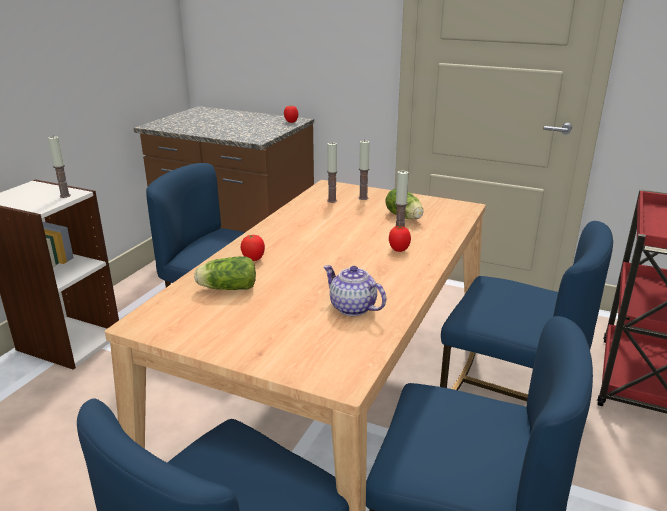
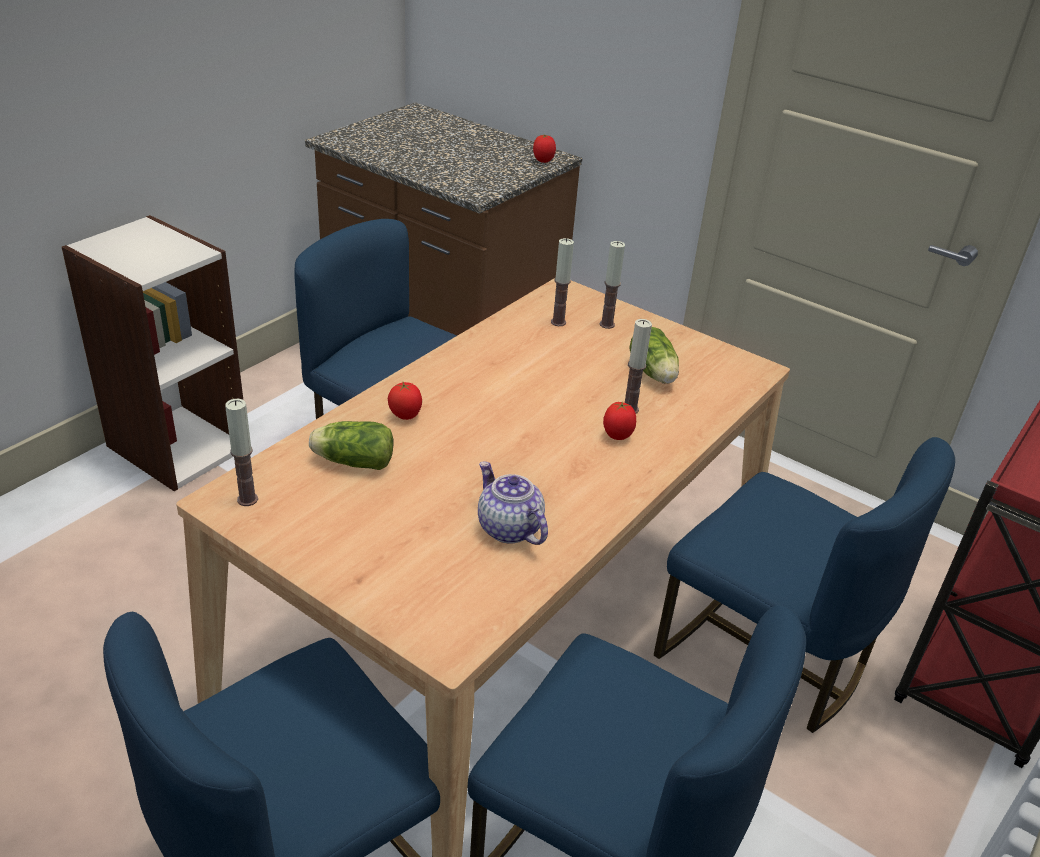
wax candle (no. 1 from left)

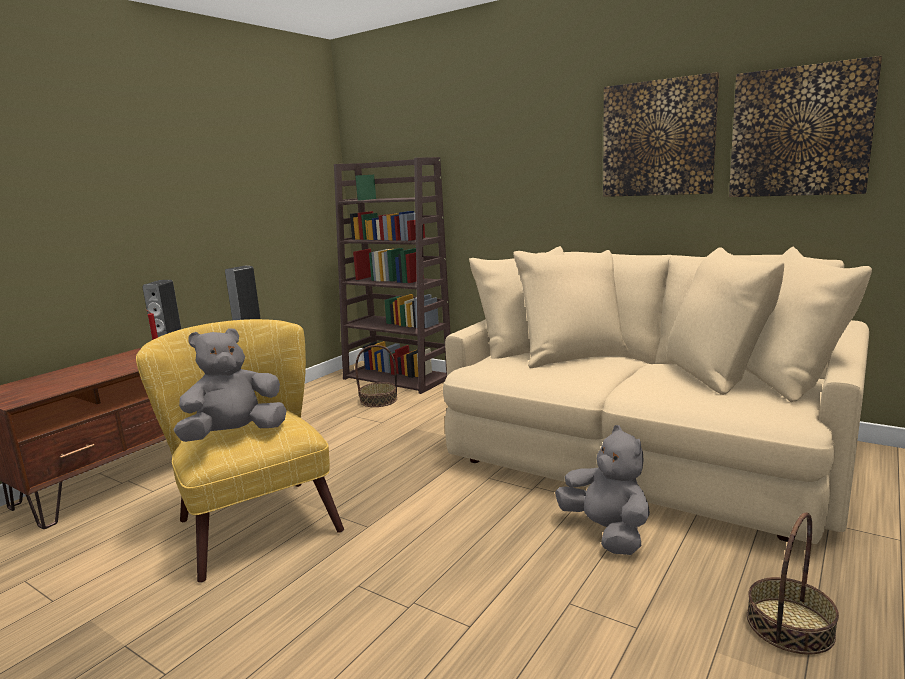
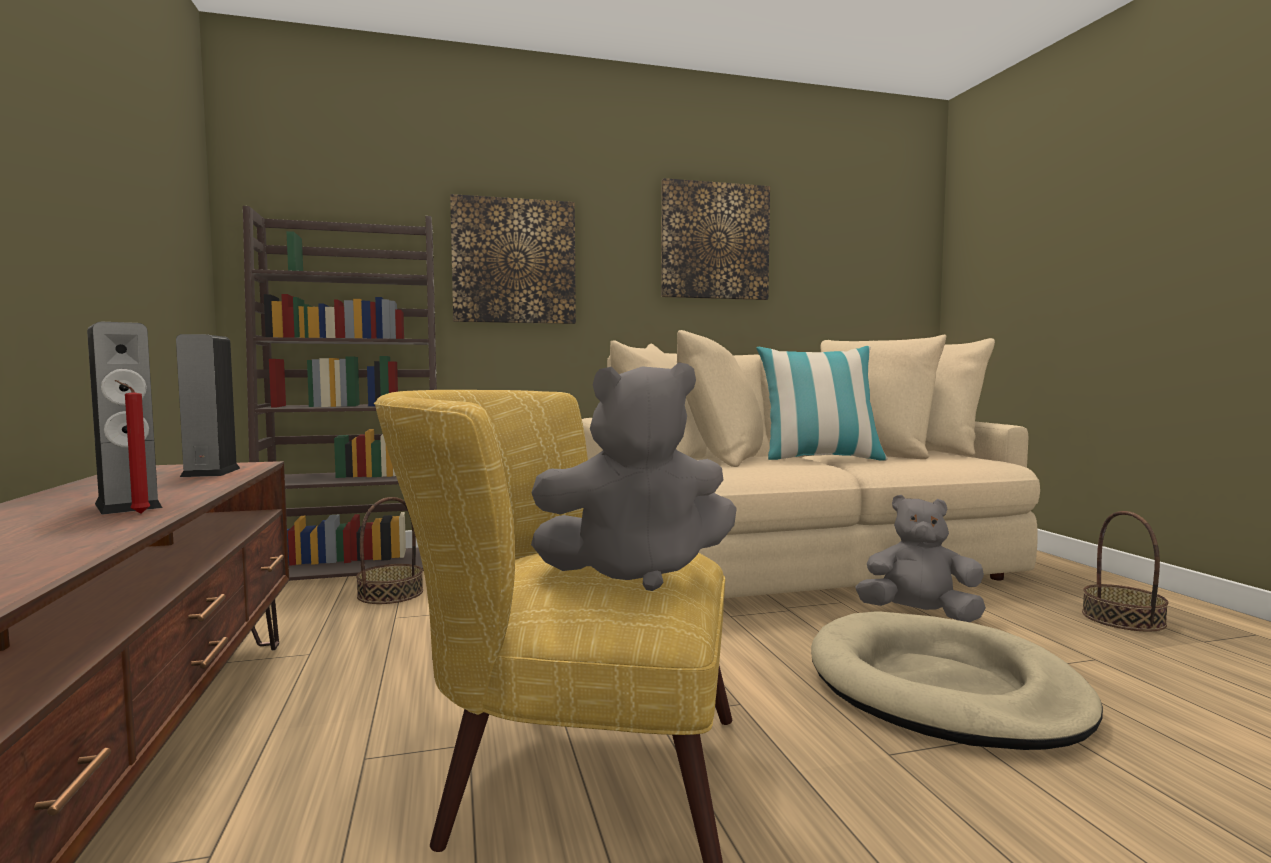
wall art (no. 1 from left)
grey plush toy (no. 1 from left)
pillow
beige-coloured dog bed

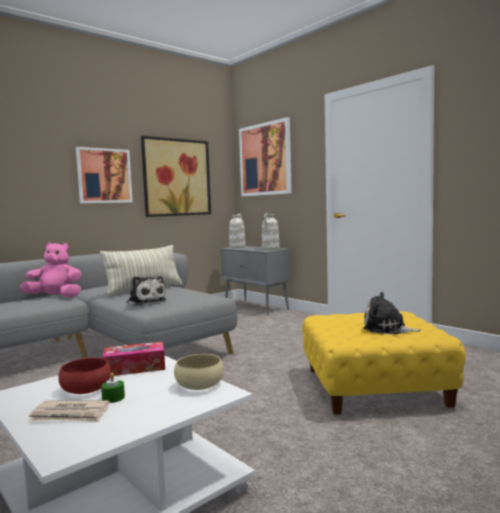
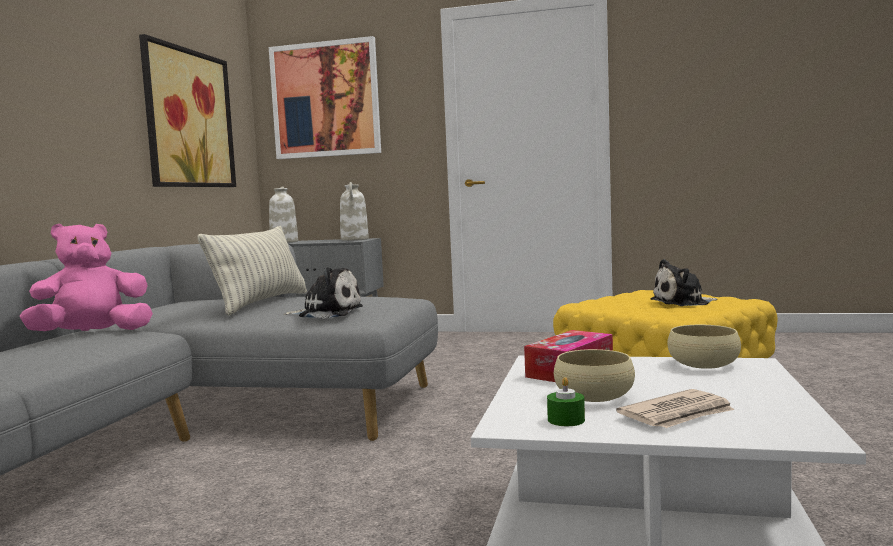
wall art (no. 1 from left in the first image)
beige-coloured serving bowl (no. 1 from left)
green wax candle

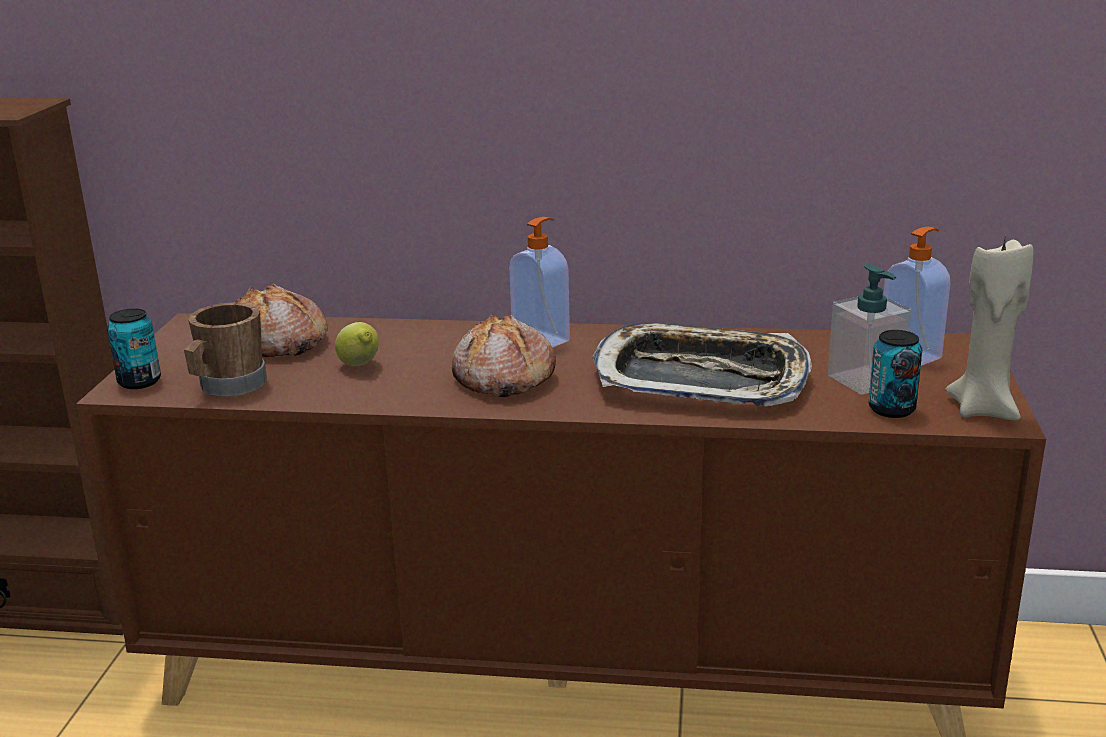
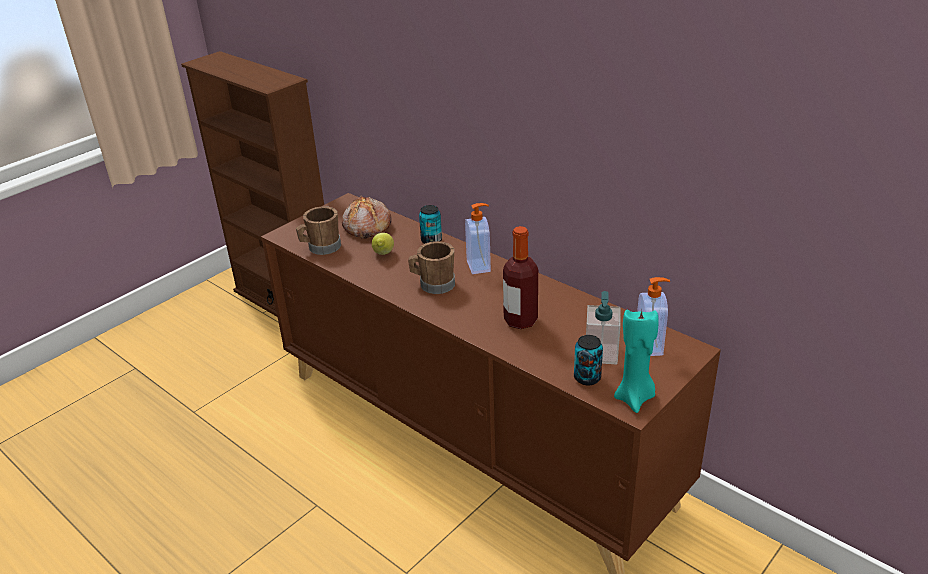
blue-green wax candle
sealed can (no. 1 from left)
brownish mug (no. 2 from left)
bottle

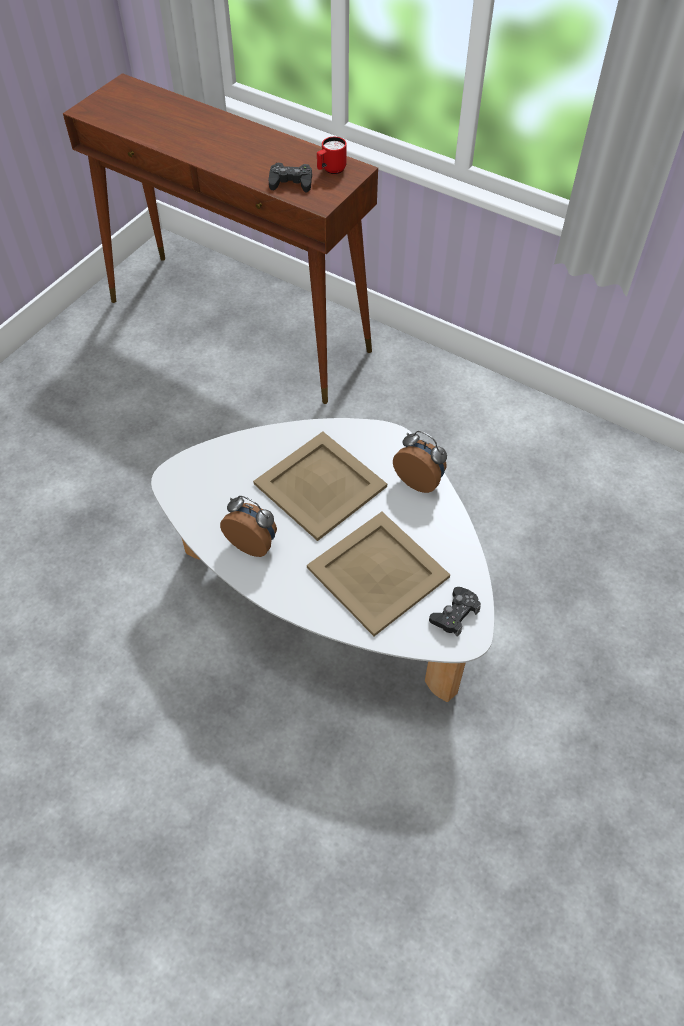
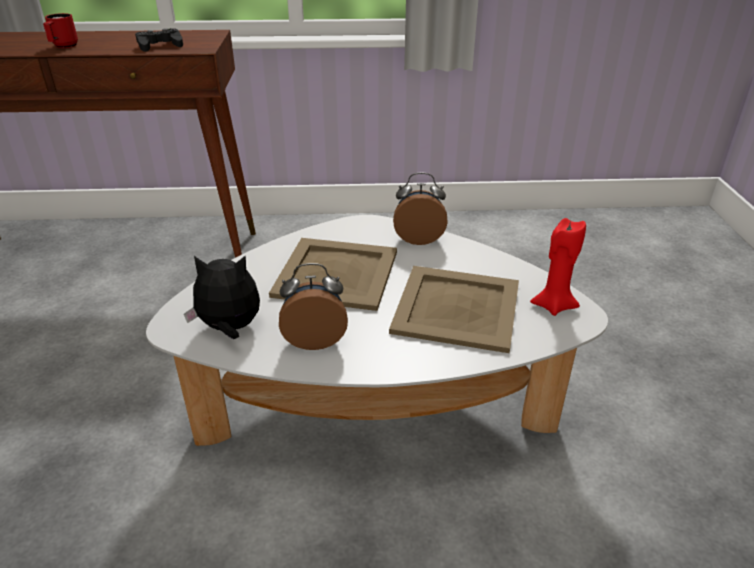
red mug
red wax candle
plush toy

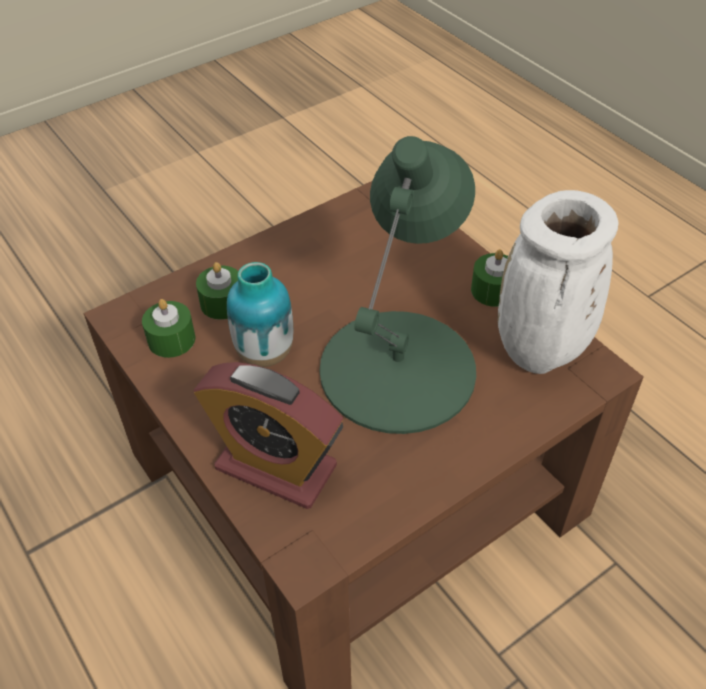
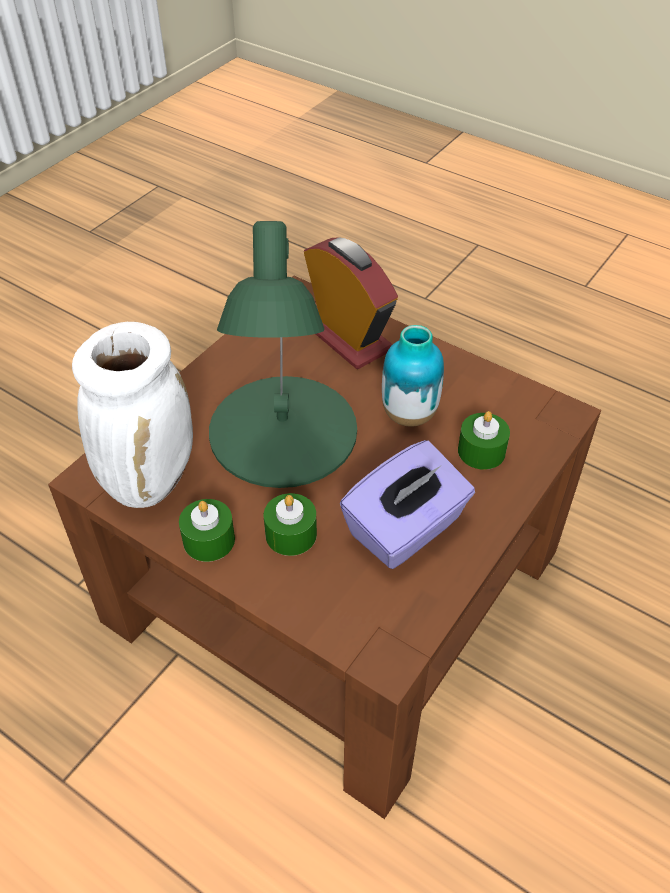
green wax candle (no. 2 from left)
alarm clock
purple-coloured box of tissues

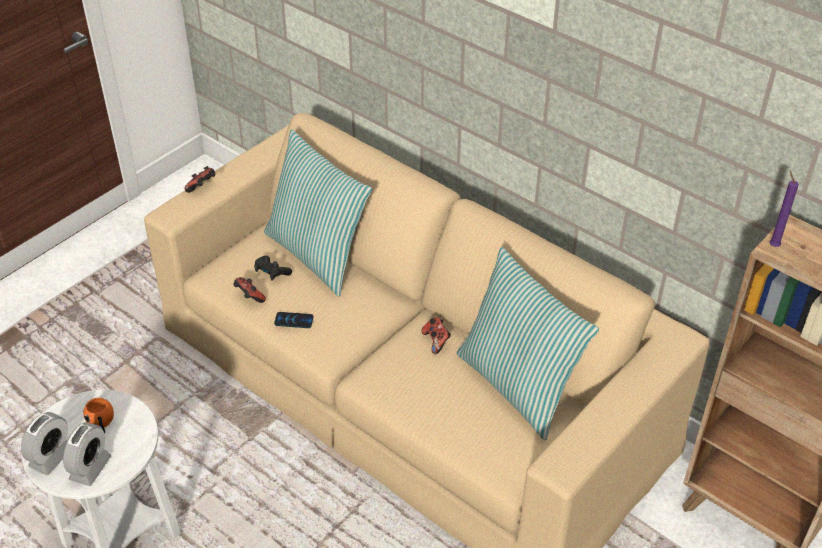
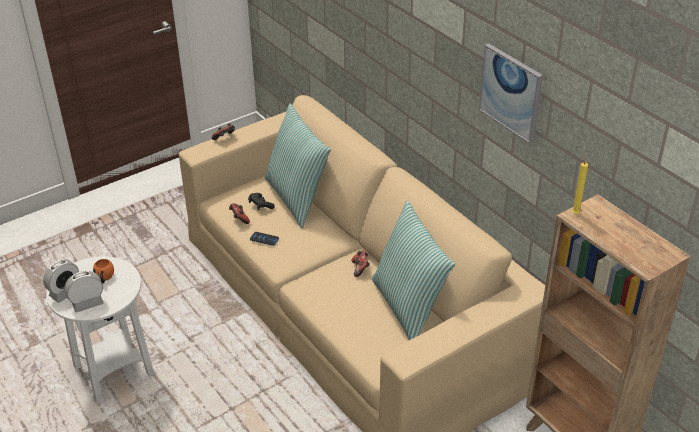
yellowish wax candle
alarm clock (no. 2 from left)
wall art

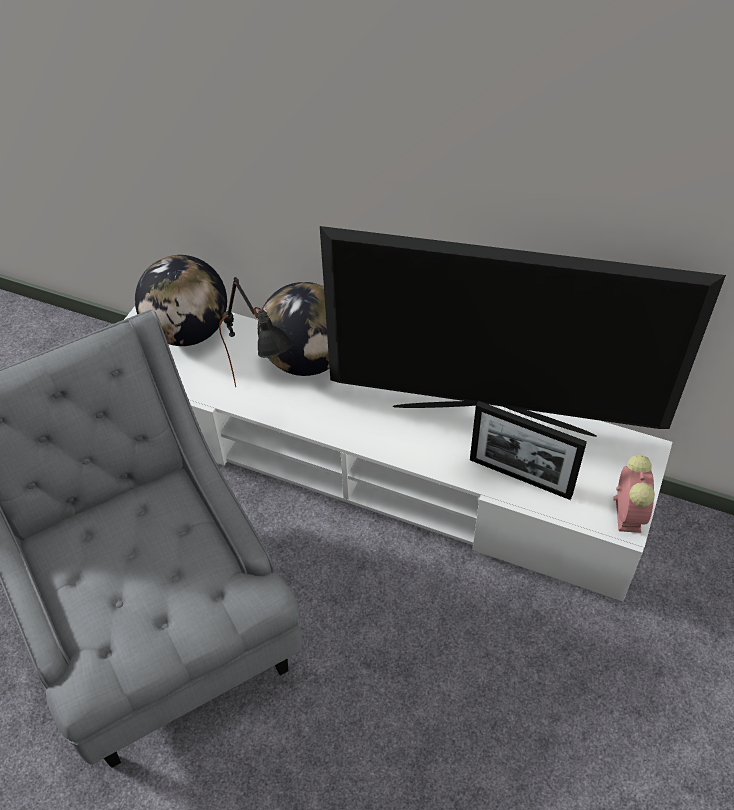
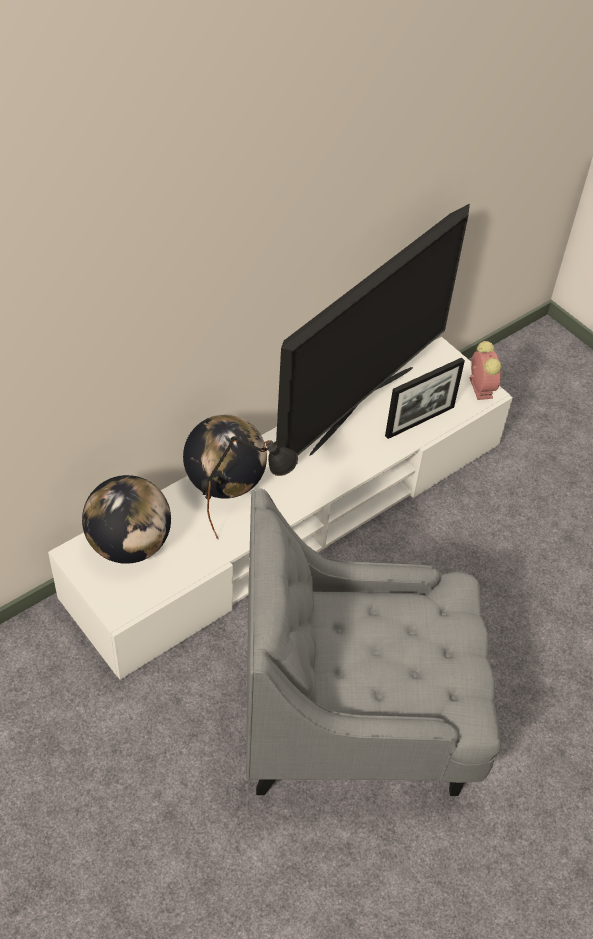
alarm clock

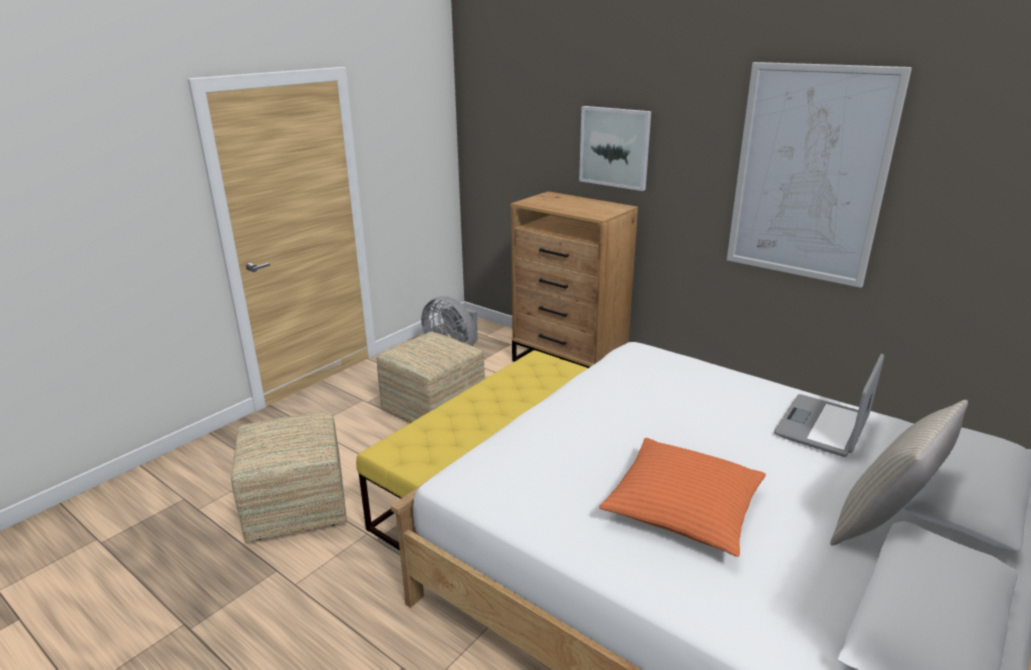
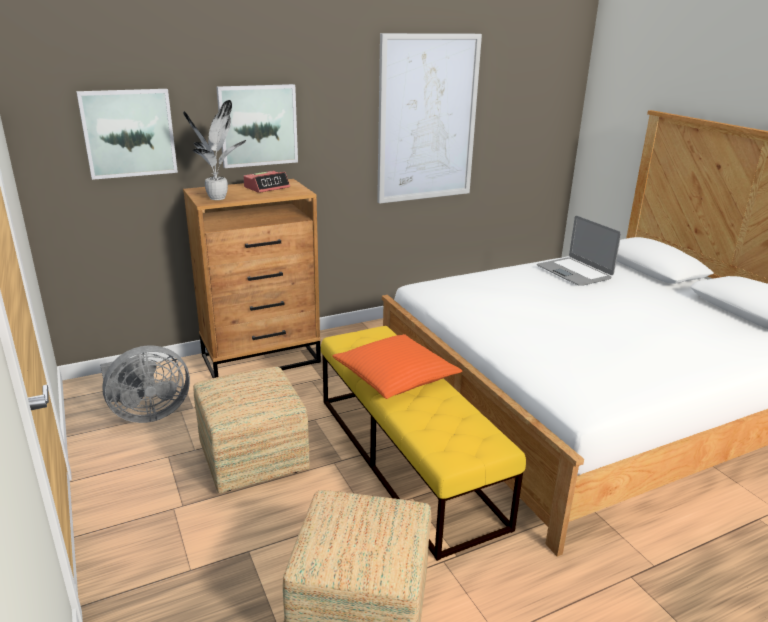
beige-coloured pillow
orange-coloured pillow
wall art (no. 1 from left)
houseplant
alarm clock

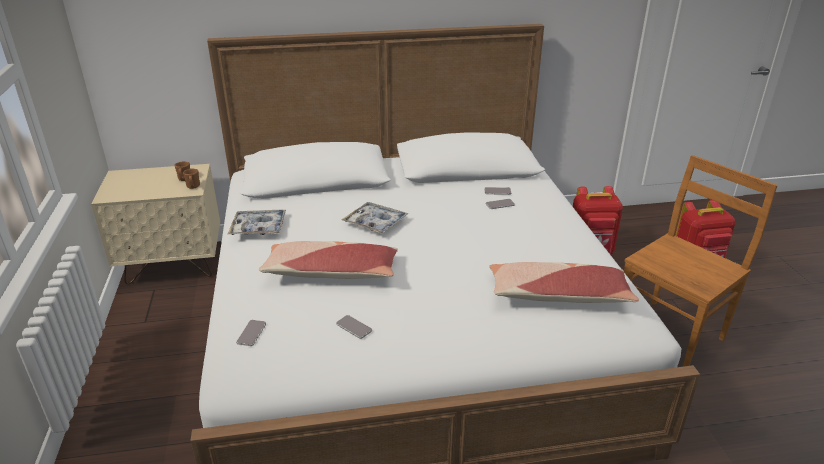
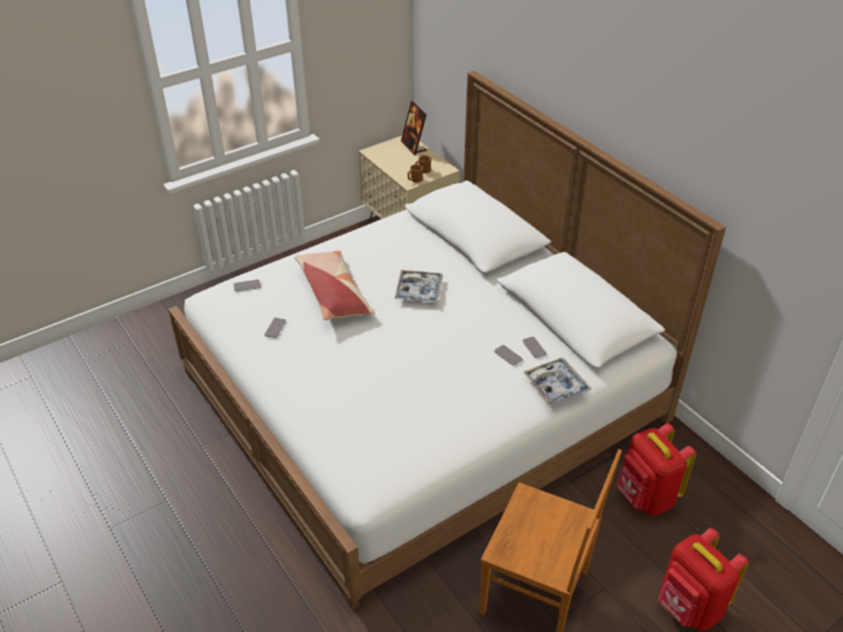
carrying tray (no. 2 from left)
pillow (no. 2 from left in the first image)
standing frame

